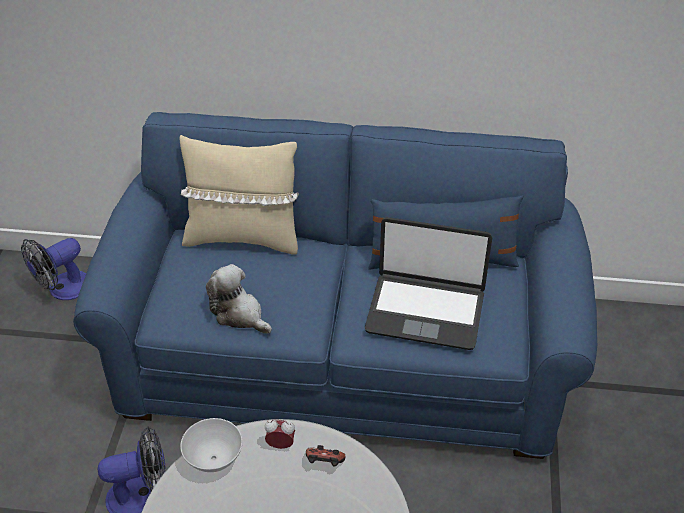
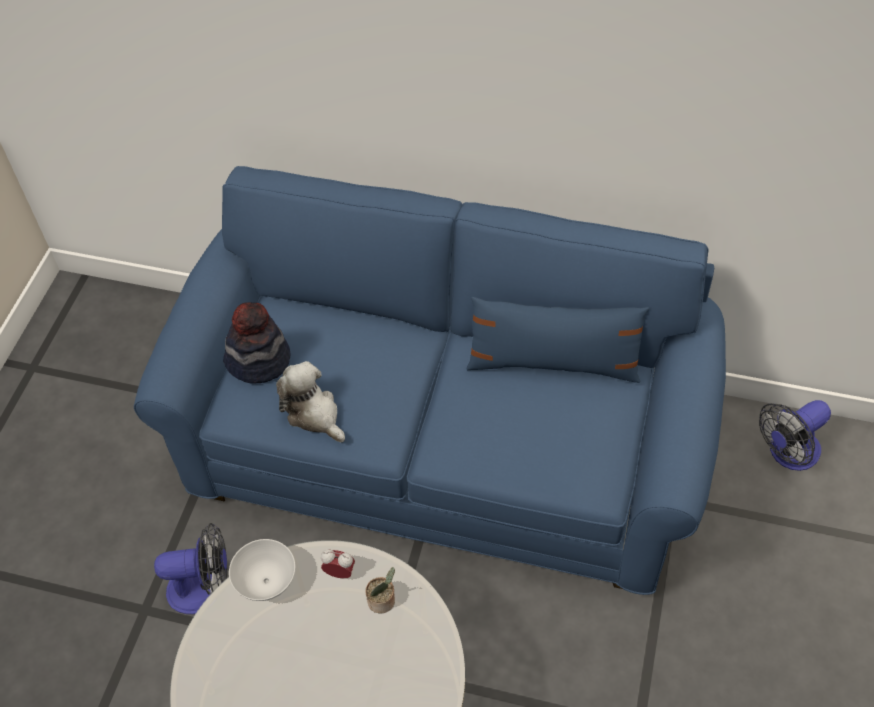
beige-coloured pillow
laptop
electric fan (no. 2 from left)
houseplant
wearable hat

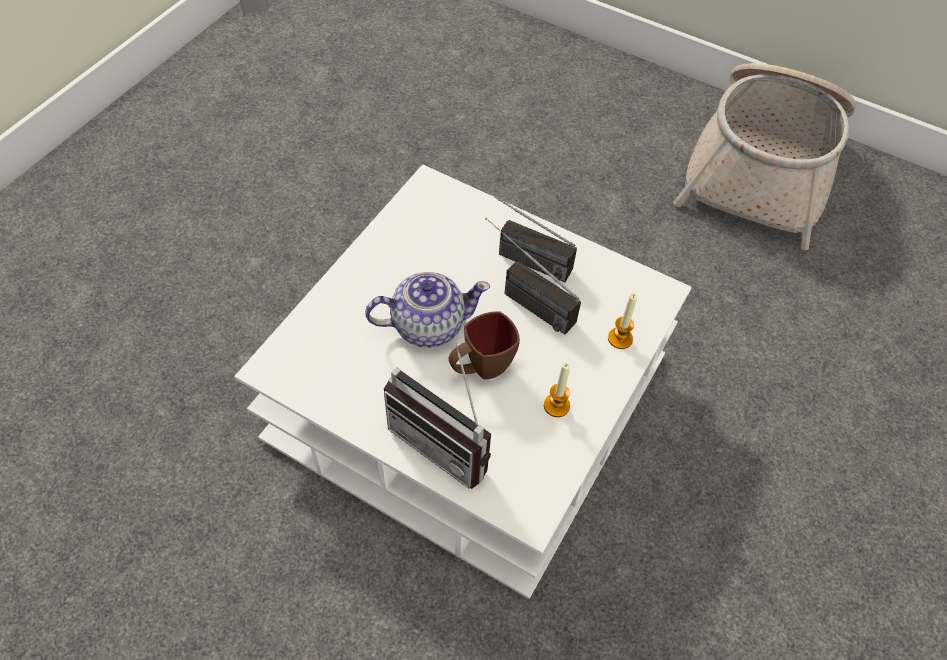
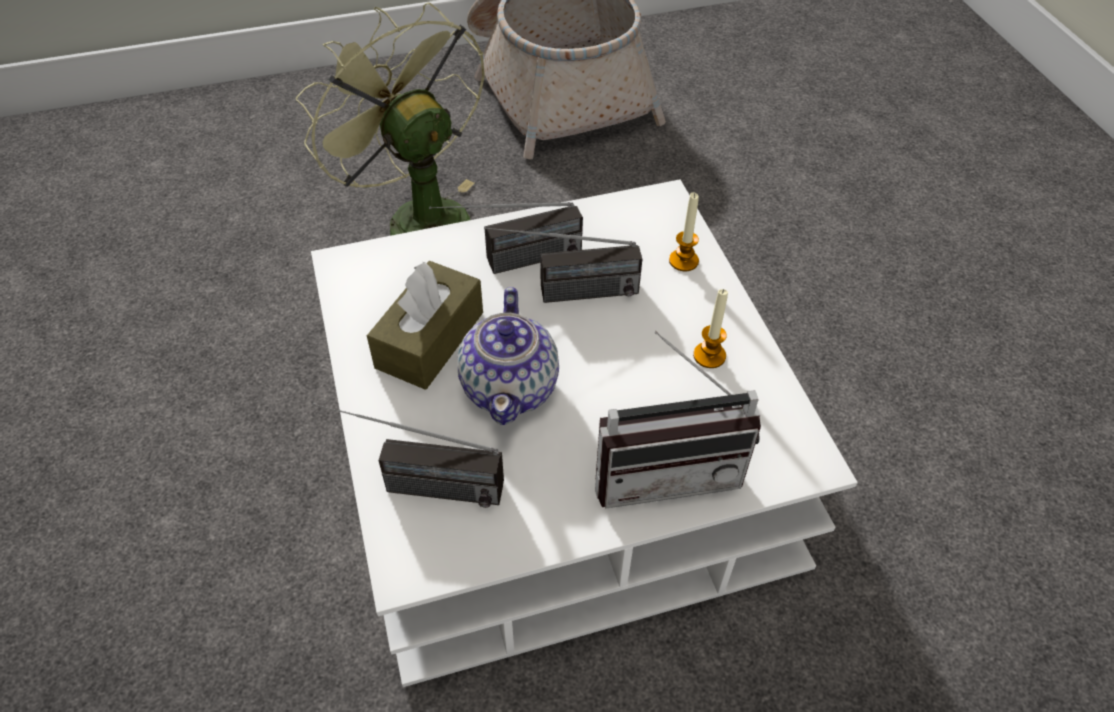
pot for tea
brownish mug
green electric fan
brownish box of tissues
radio receiver (no. 1 from left)

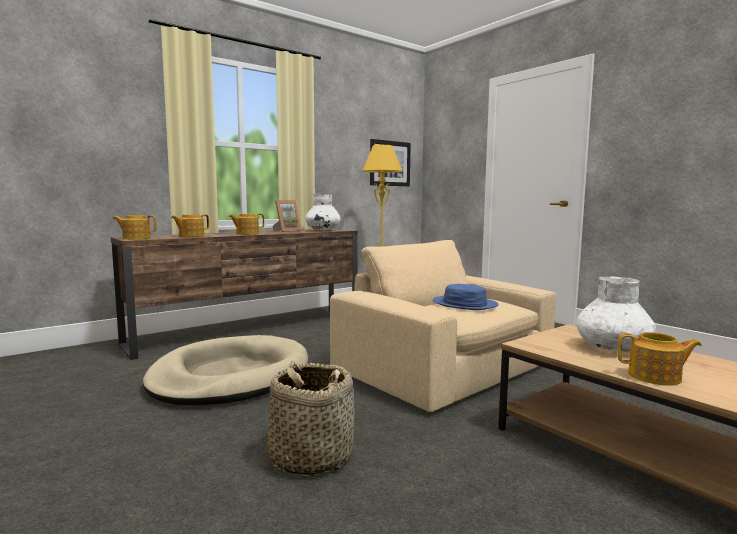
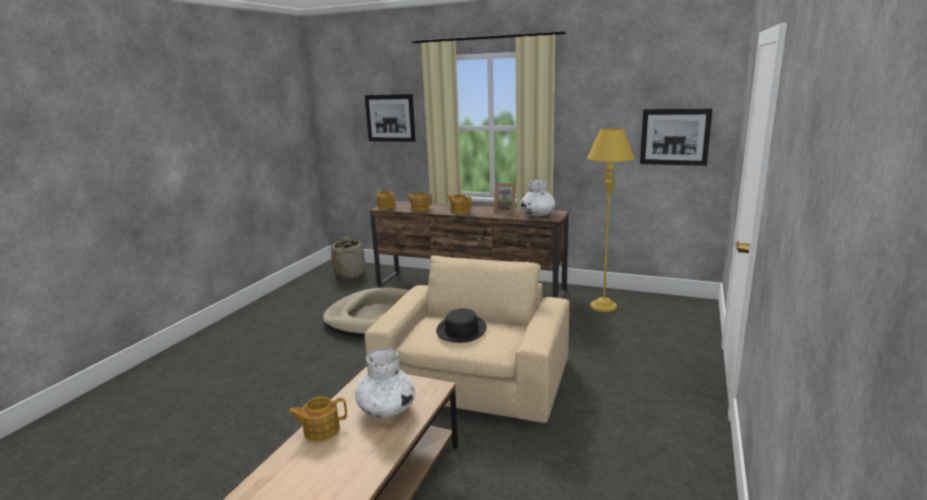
blackish wearable hat
pot for tea (no. 1 from left)
household basket
wall art (no. 1 from left)

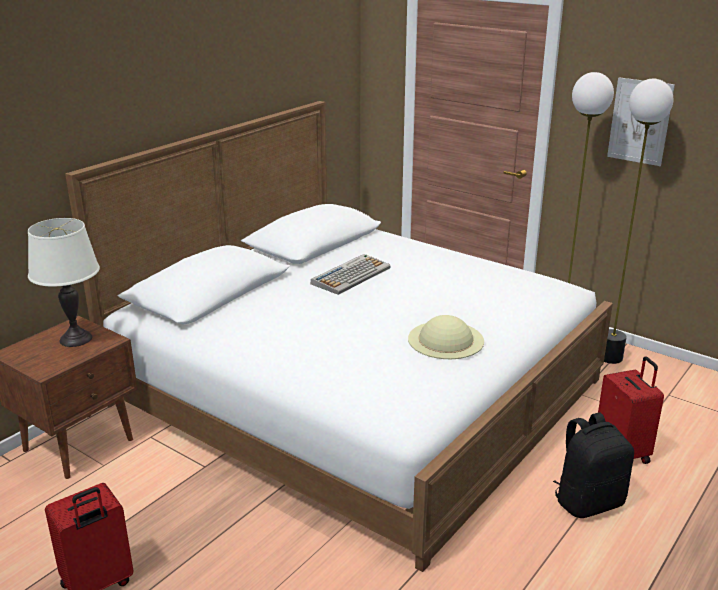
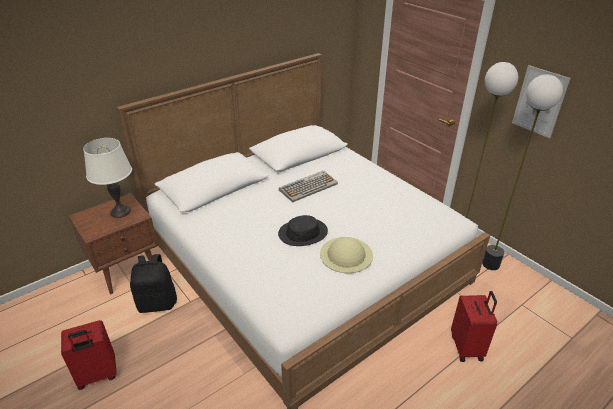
blackish rucksack
blackish wearable hat

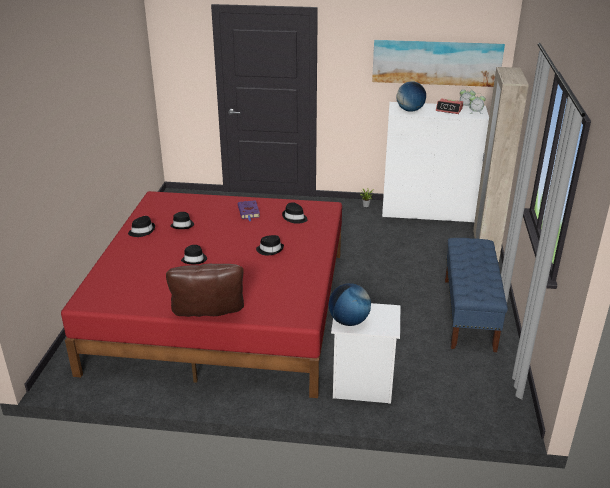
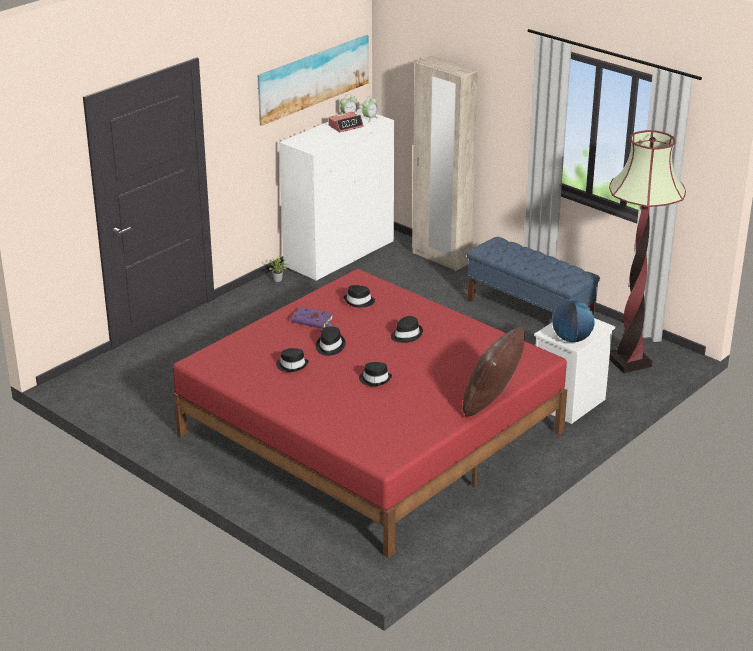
world globe (no. 2 from left in the first image)
blackish wearable hat (no. 2 from left)
floor lamp

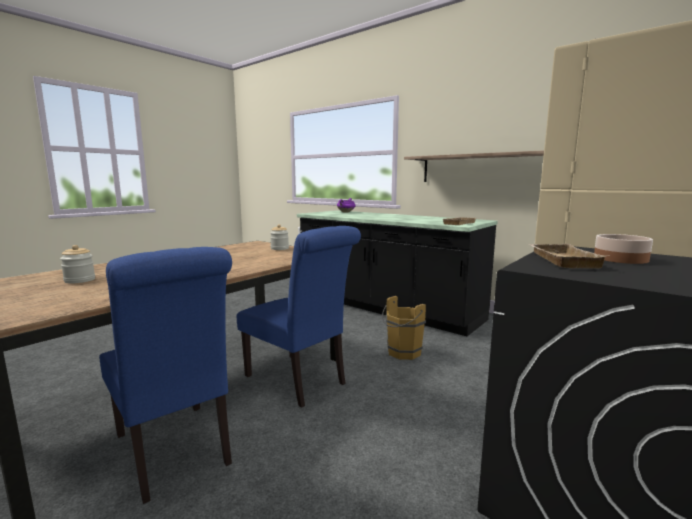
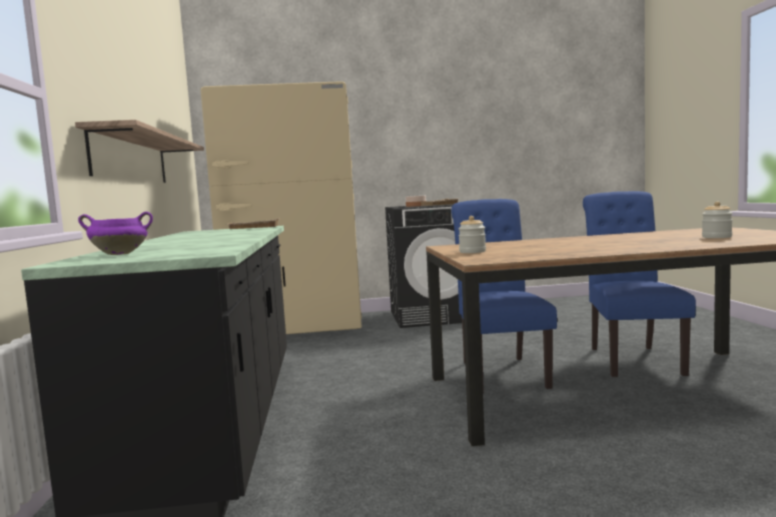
brownish water bucket

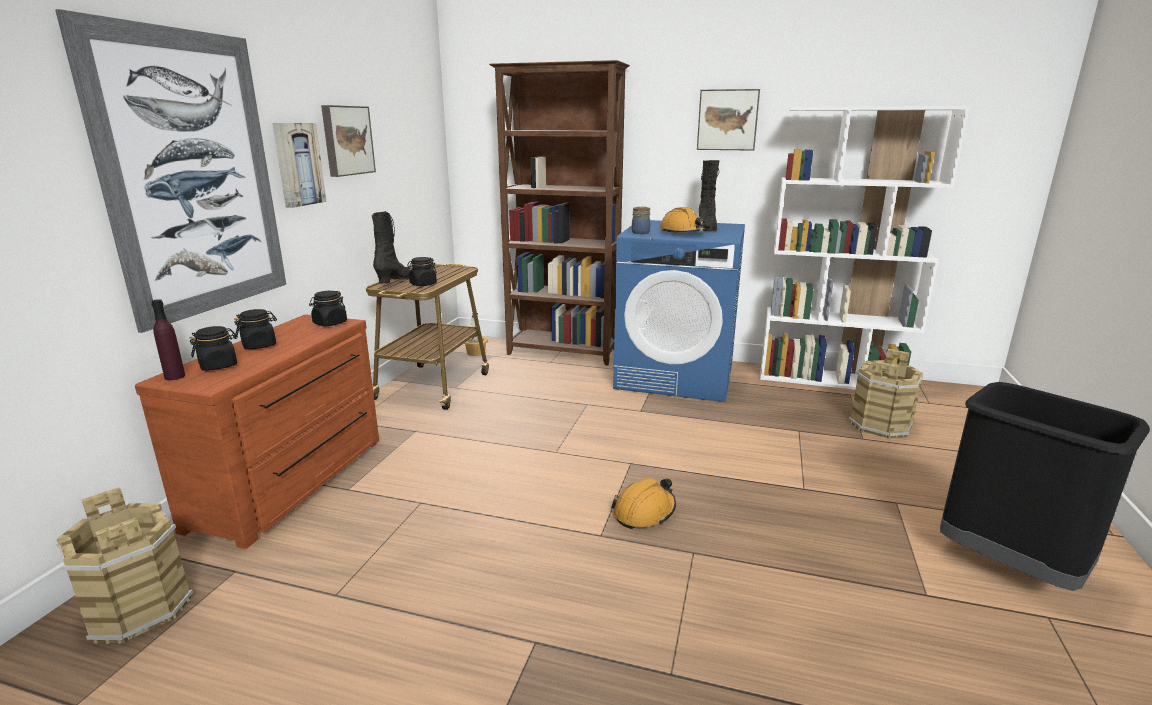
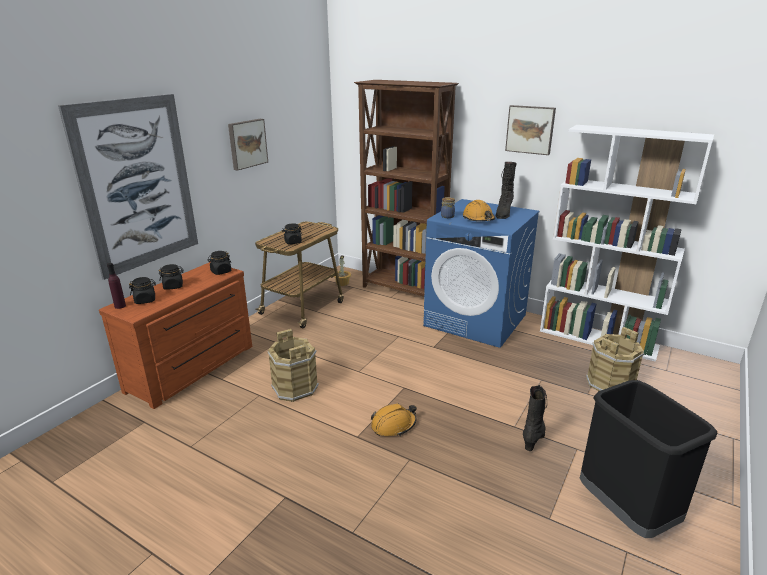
wall art (no. 2 from left in the first image)
blackish boot (no. 2 from left)
brownish water bucket (no. 1 from left)

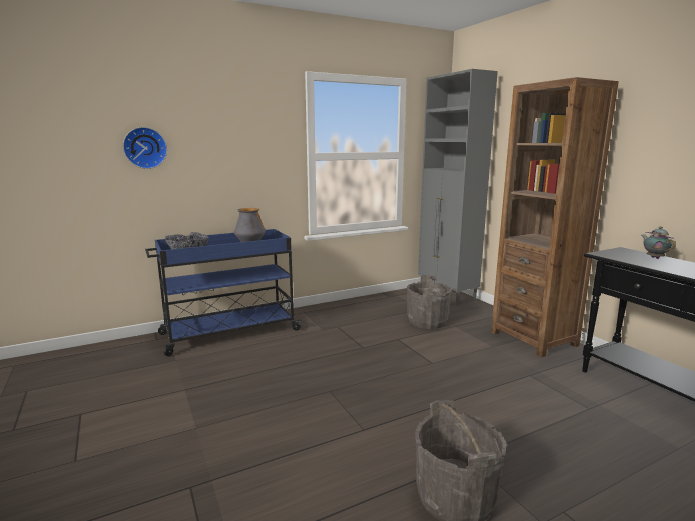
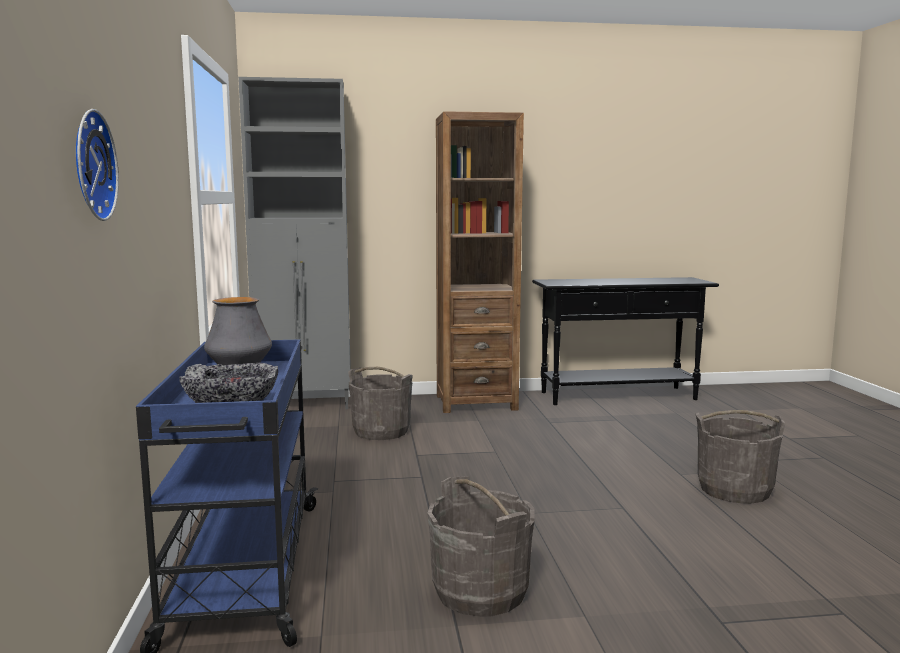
pot for tea
grey water bucket (no. 2 from left)

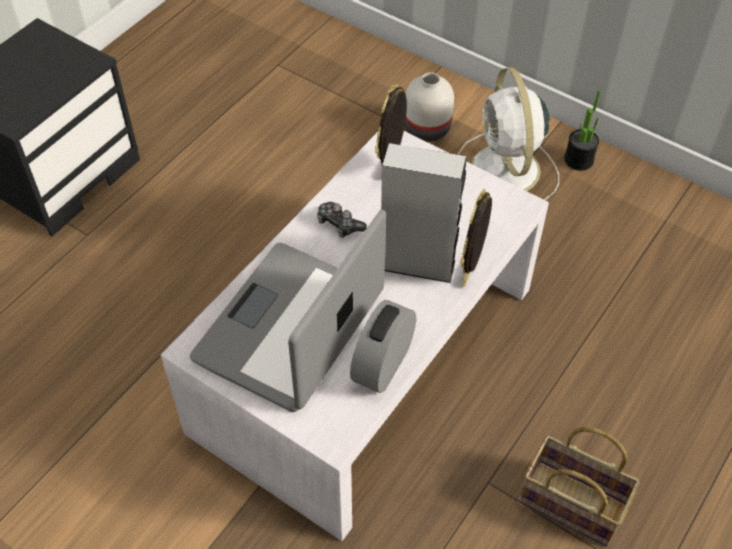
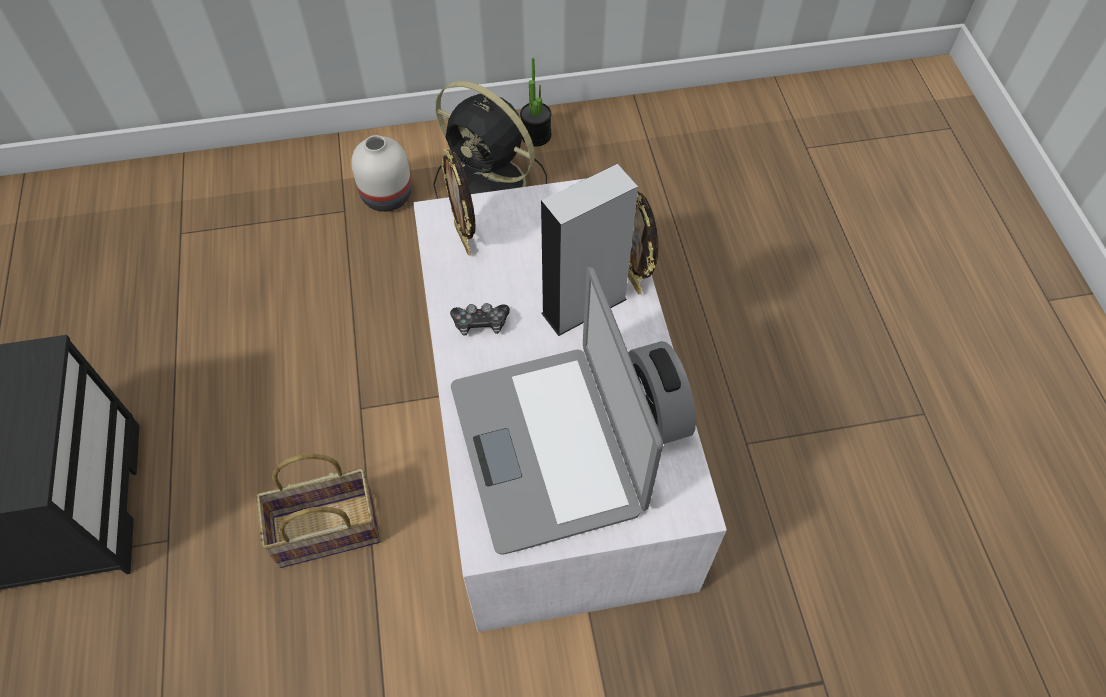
blackish electric fan
household basket

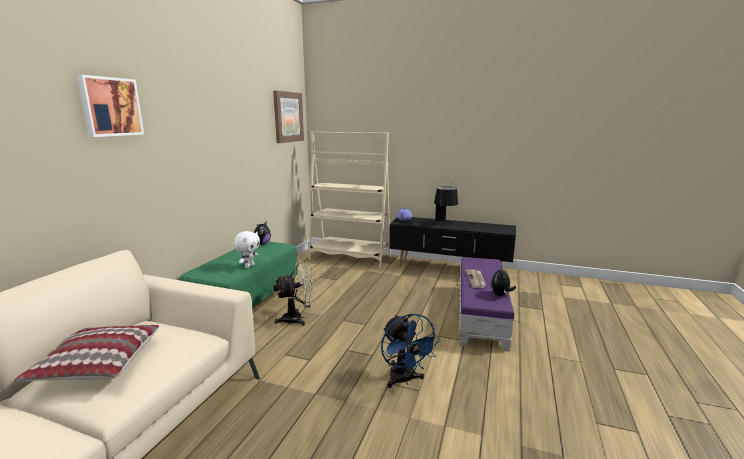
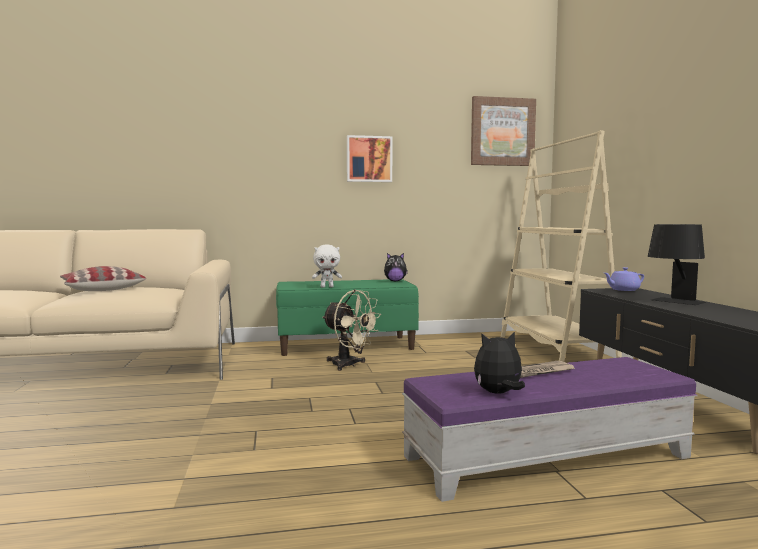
wall art (no. 1 from left)
bluish electric fan

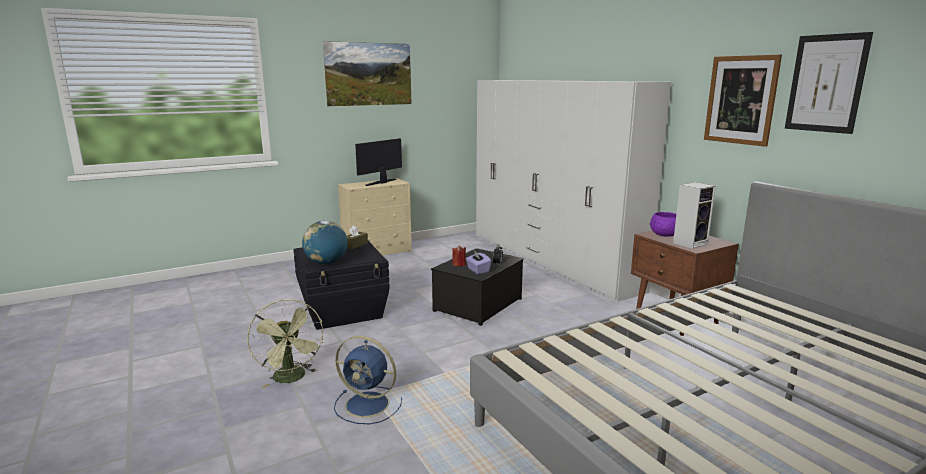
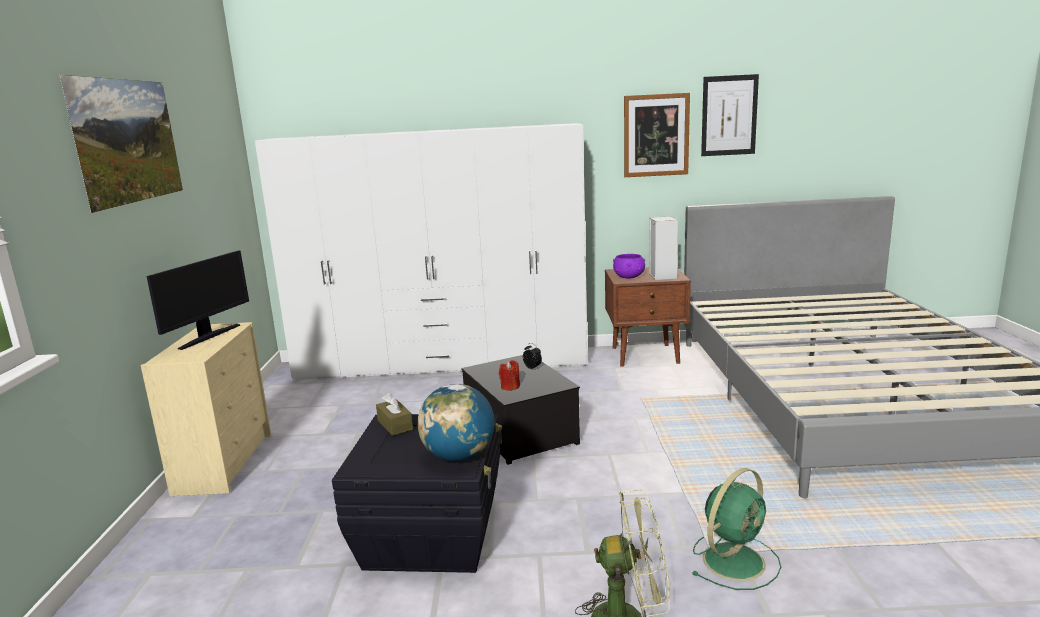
monitor
purple-coloured box of tissues
green electric fan (no. 2 from left)

